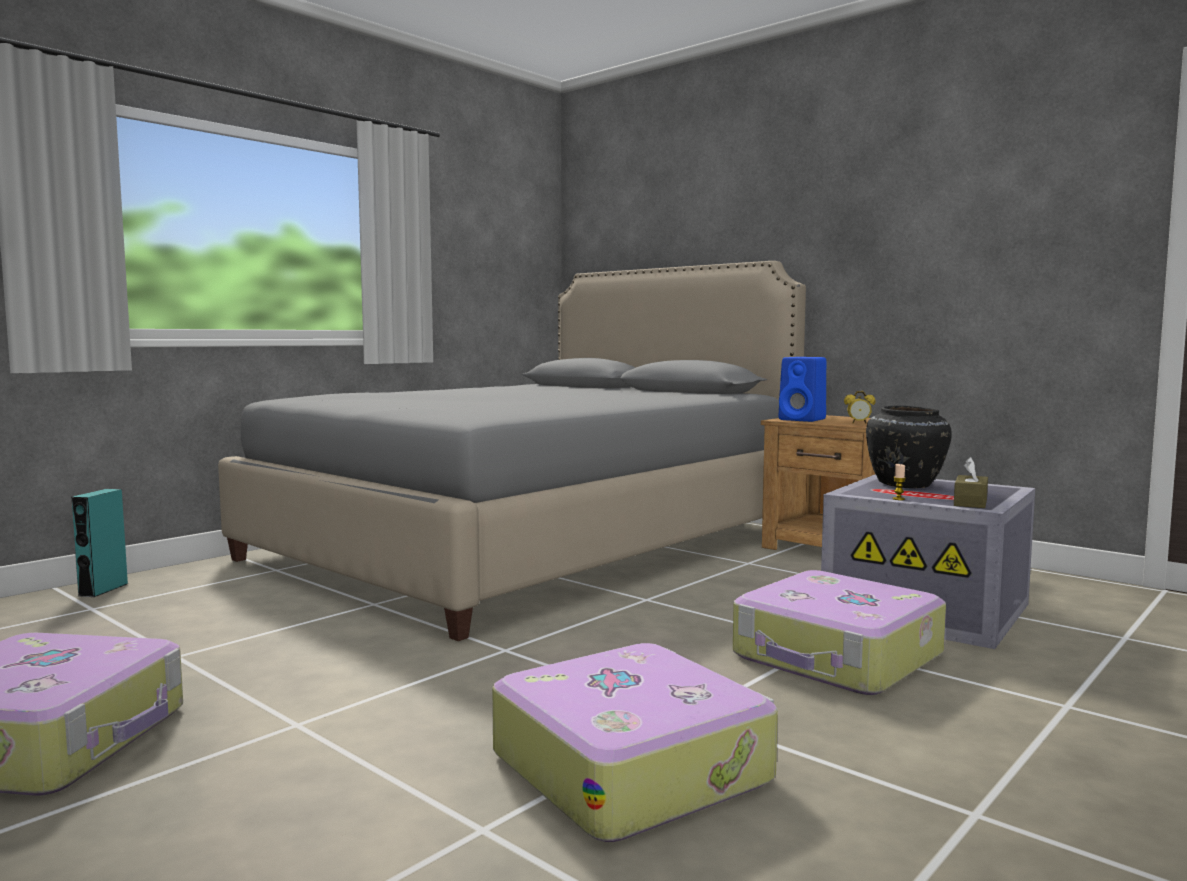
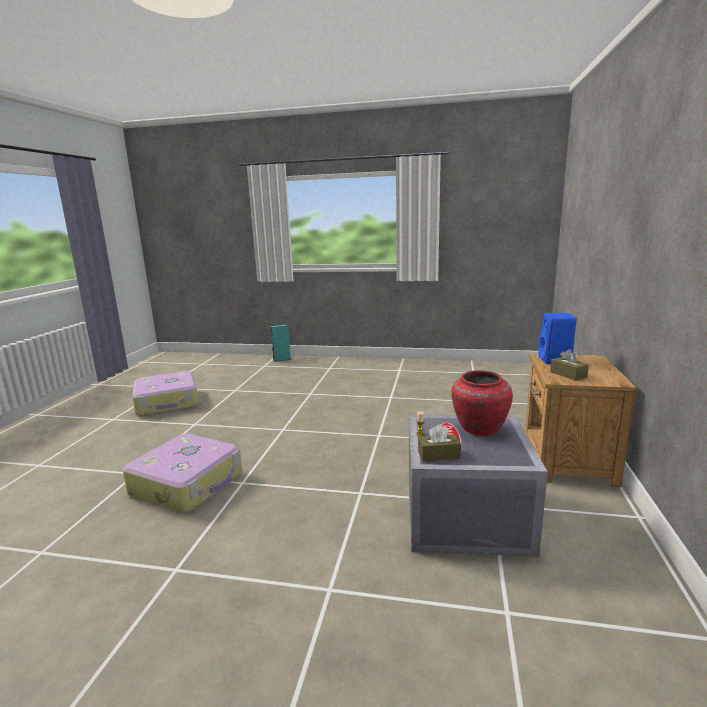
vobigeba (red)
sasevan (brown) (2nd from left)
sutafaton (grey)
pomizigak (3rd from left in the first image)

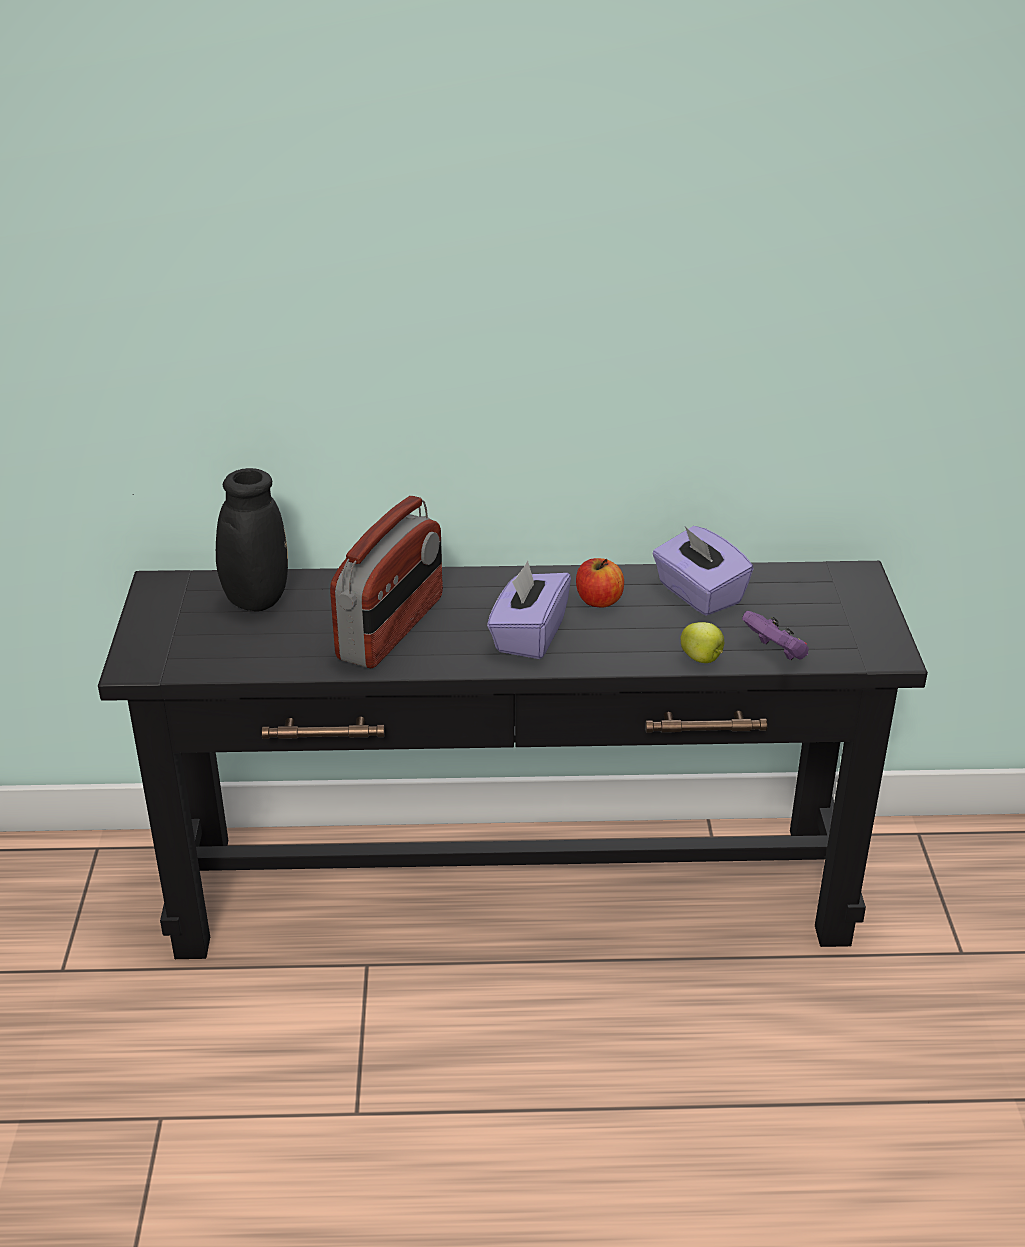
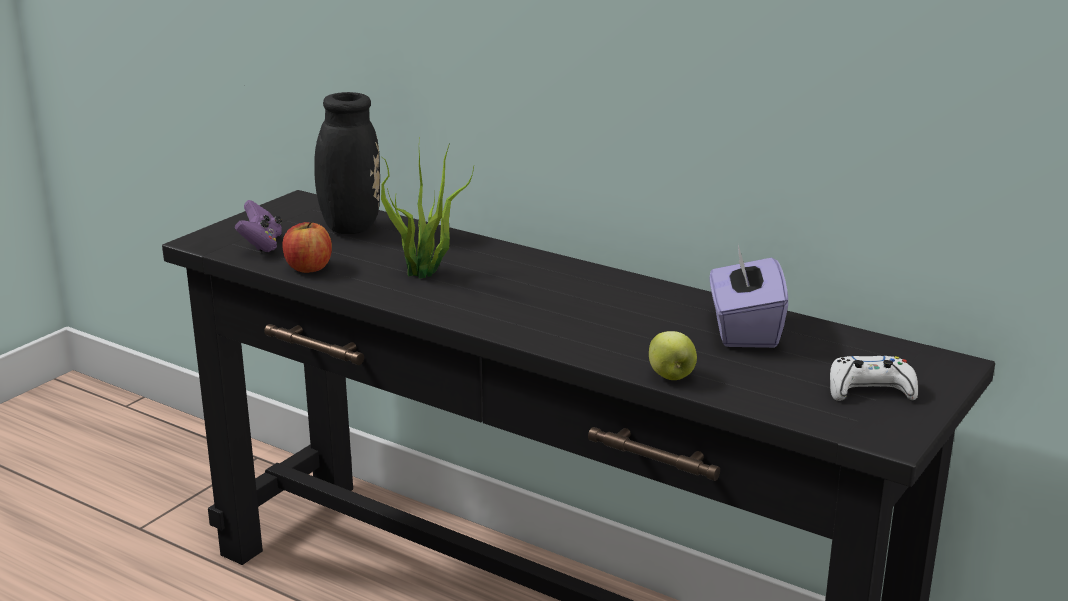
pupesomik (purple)
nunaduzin (1st from left)
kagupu
pupesomik (white)
sasevan (purple) (1st from left in the first image)

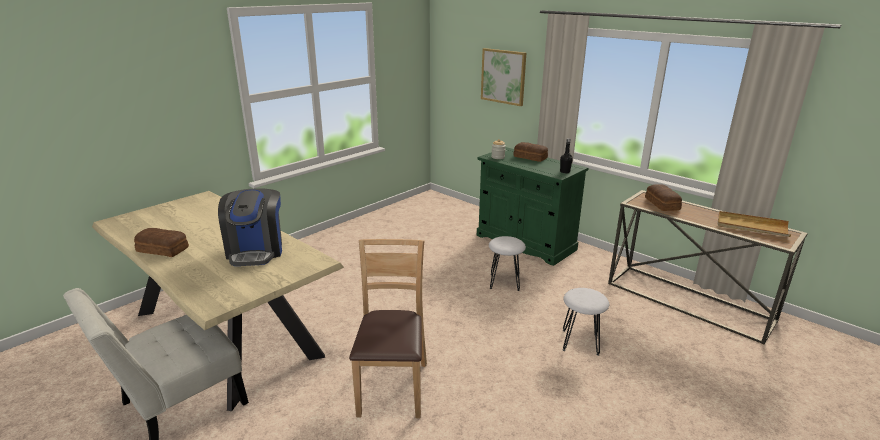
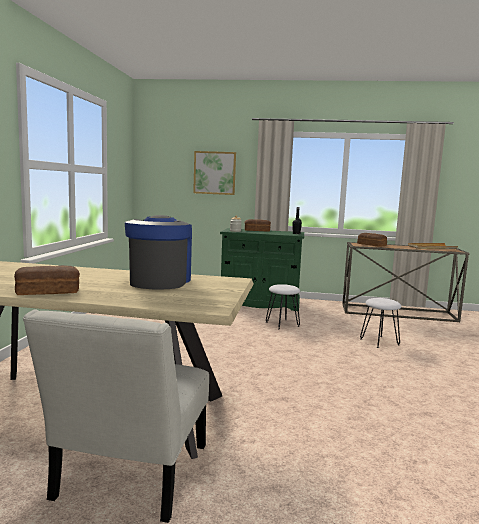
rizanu
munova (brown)

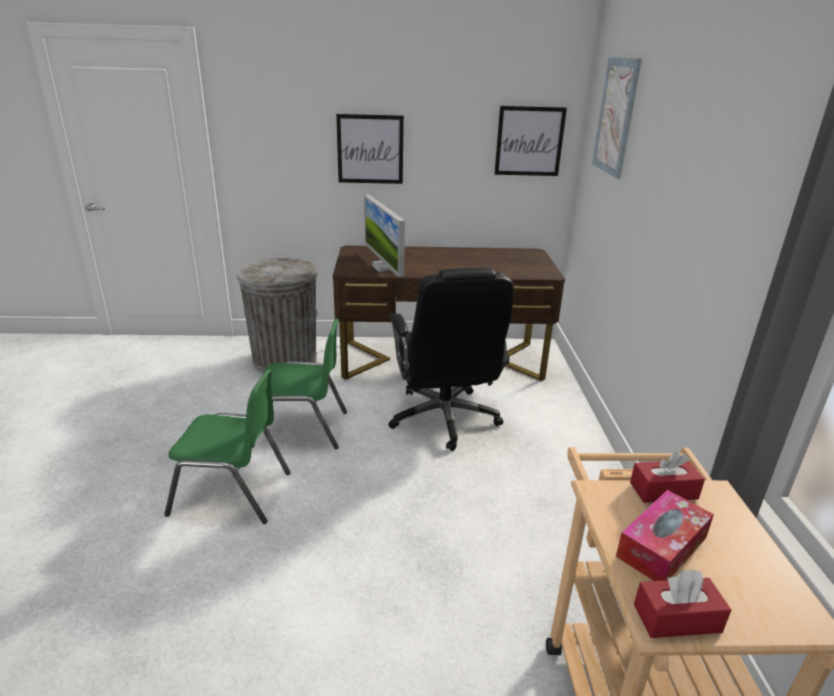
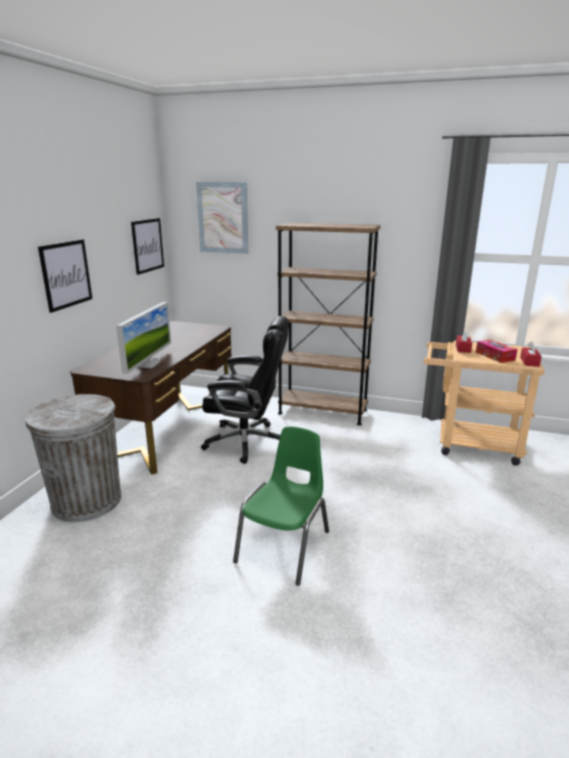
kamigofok
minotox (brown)
munova (green) (2nd from left in the first image)

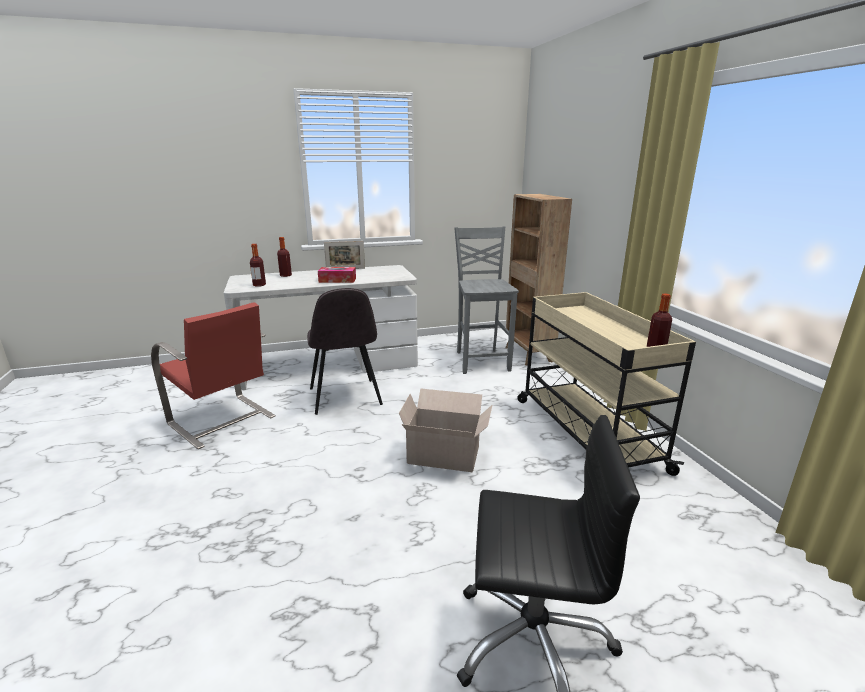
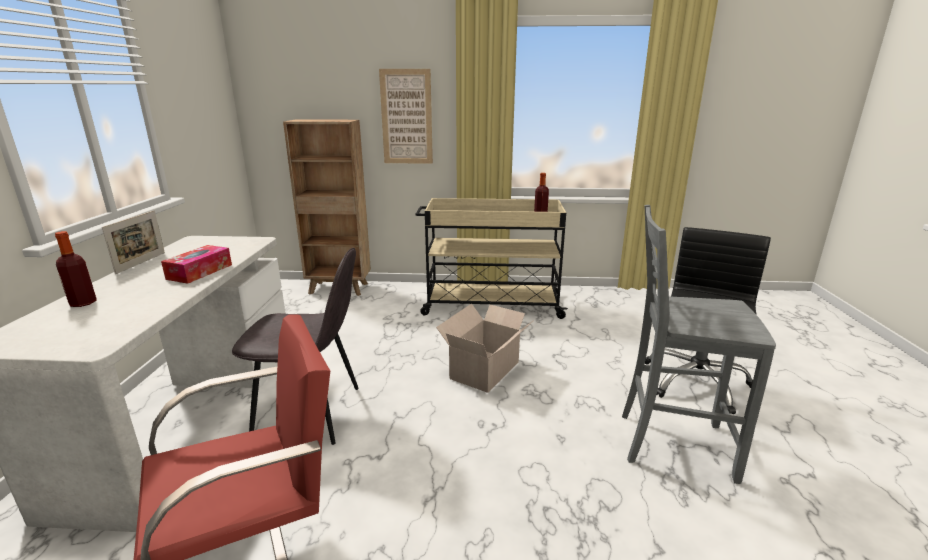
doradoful
munova (grey) (2nd from left)
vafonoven (1st from left in the first image)

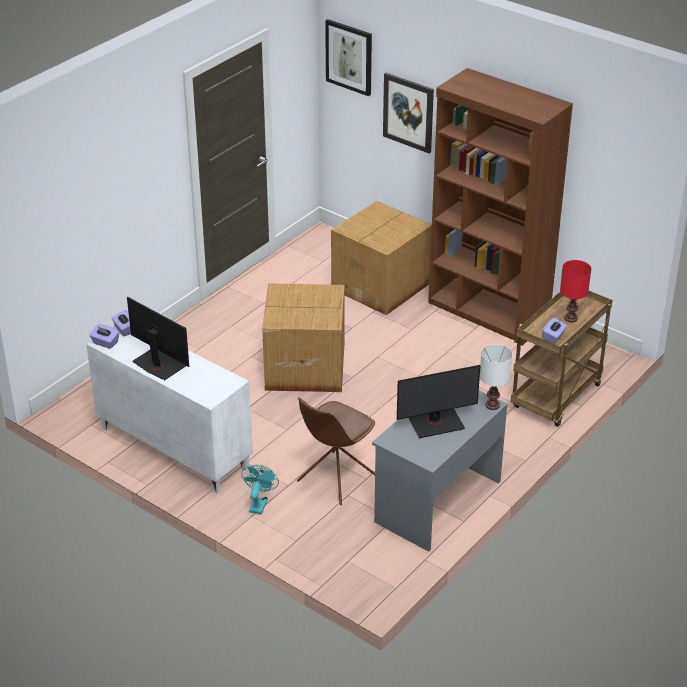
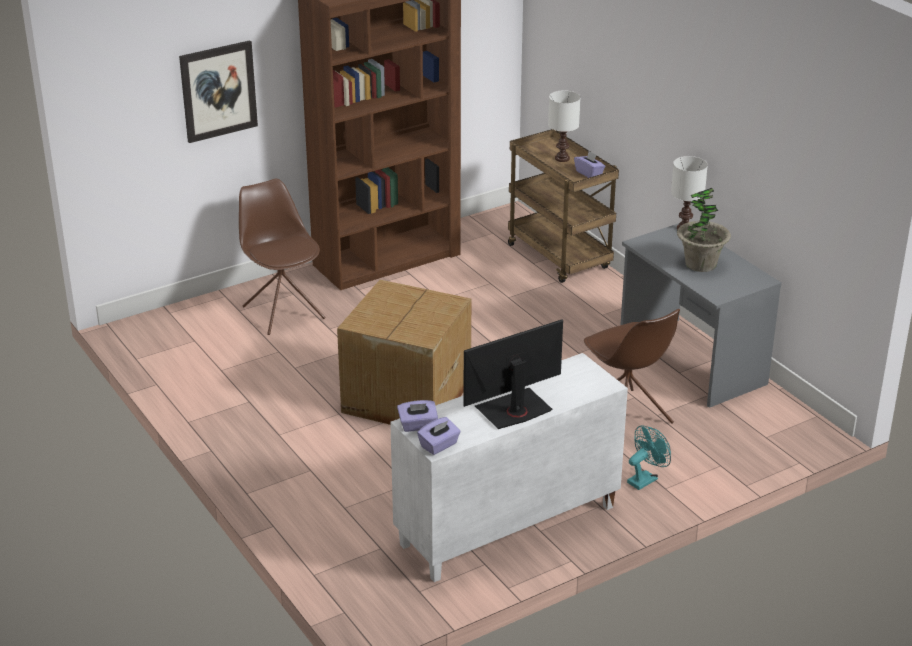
munova (brown) (1st from left)
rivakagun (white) (1st from left)
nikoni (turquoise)
kagupu
doradoful (1st from left in the first image)

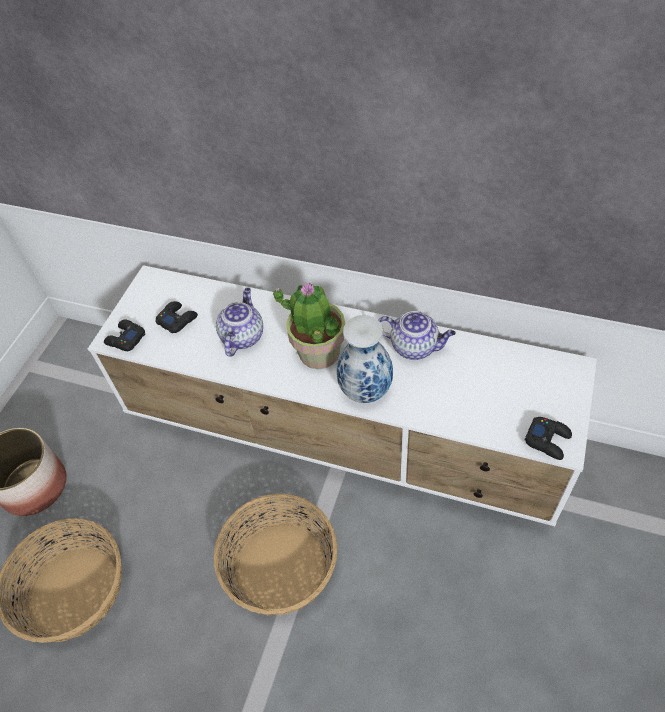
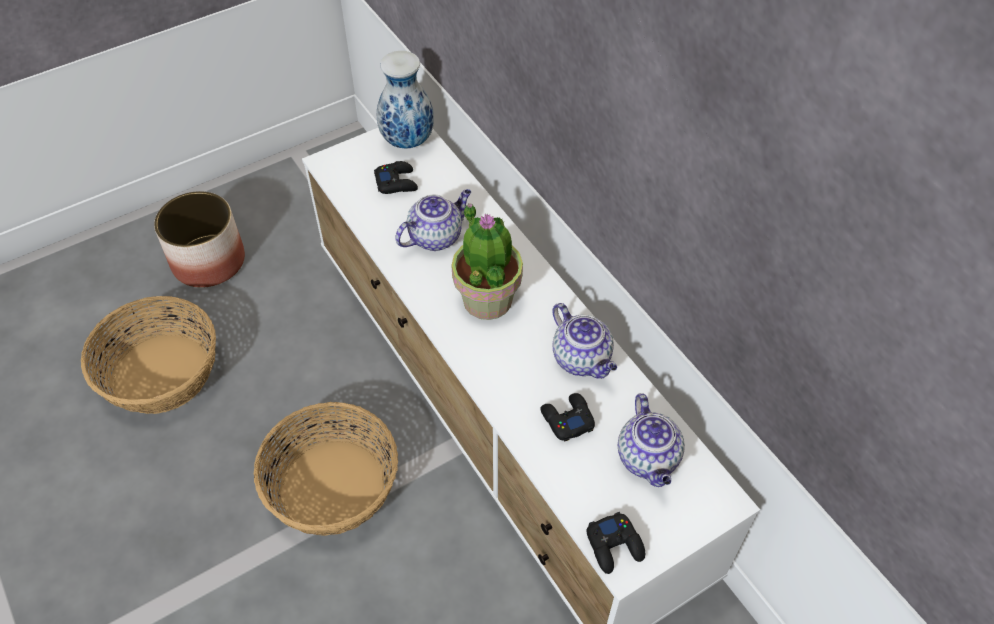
vobigeba
pupesomik (black) (2nd from left)
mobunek (3rd from left)

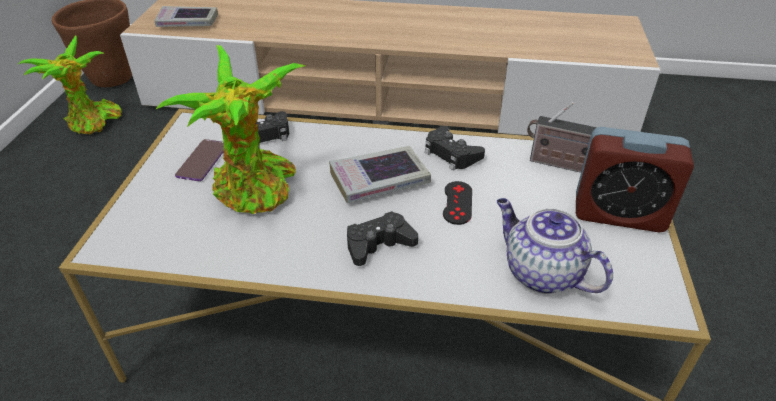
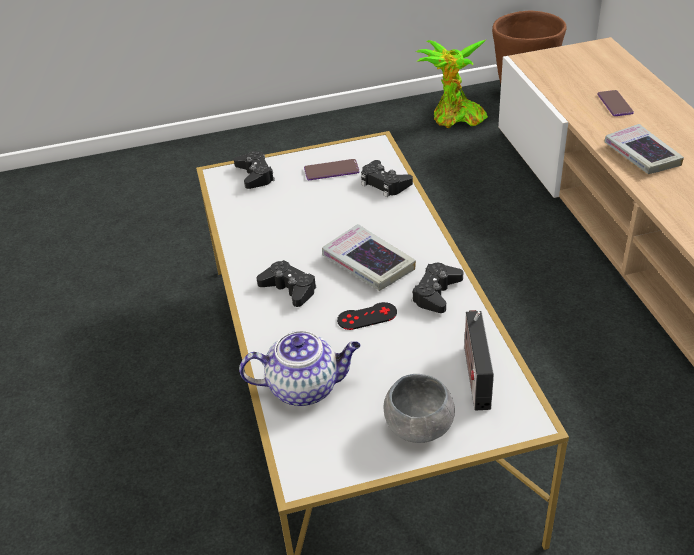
pupesomik (black) (1st from left)
mobunek
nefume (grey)
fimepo (2nd from left)
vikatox (2nd from left)
kagupu (2nd from left in the first image)

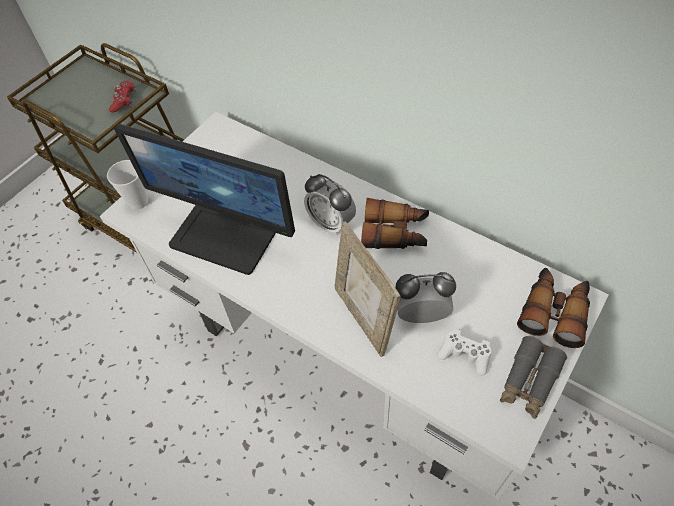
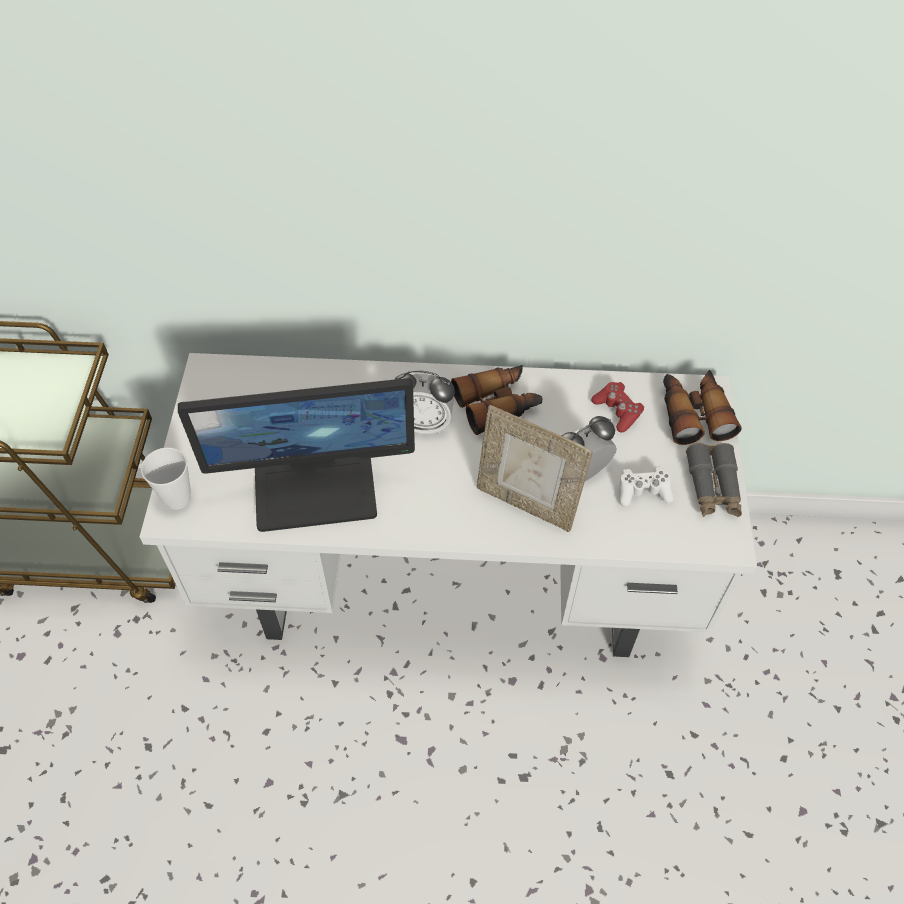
pupesomik (red)

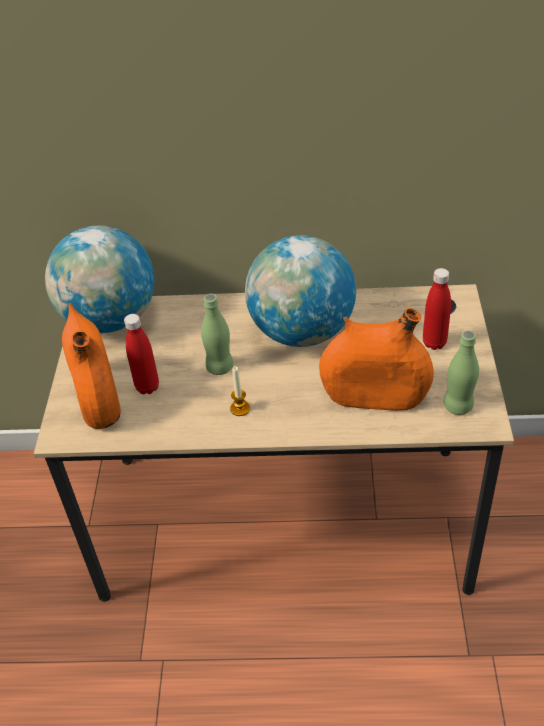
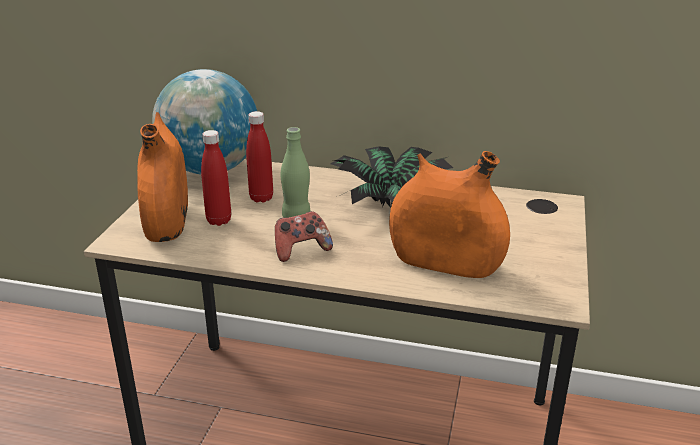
vafonoven (red) (2nd from left)
pupesomik
kagupu
vafonoven (green) (2nd from left in the first image)

